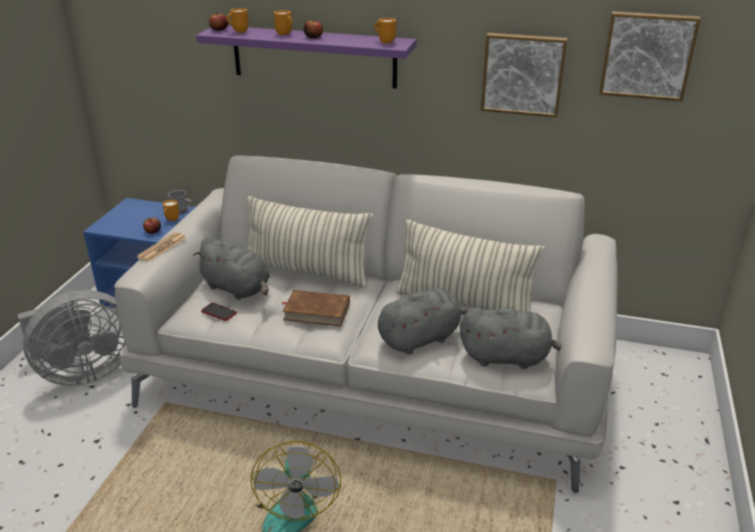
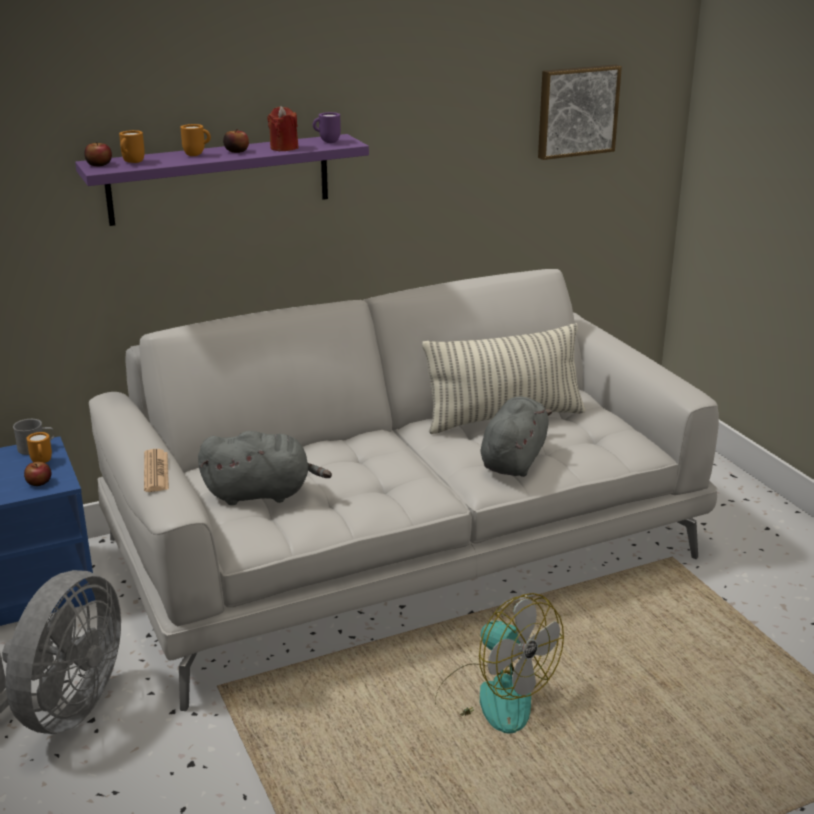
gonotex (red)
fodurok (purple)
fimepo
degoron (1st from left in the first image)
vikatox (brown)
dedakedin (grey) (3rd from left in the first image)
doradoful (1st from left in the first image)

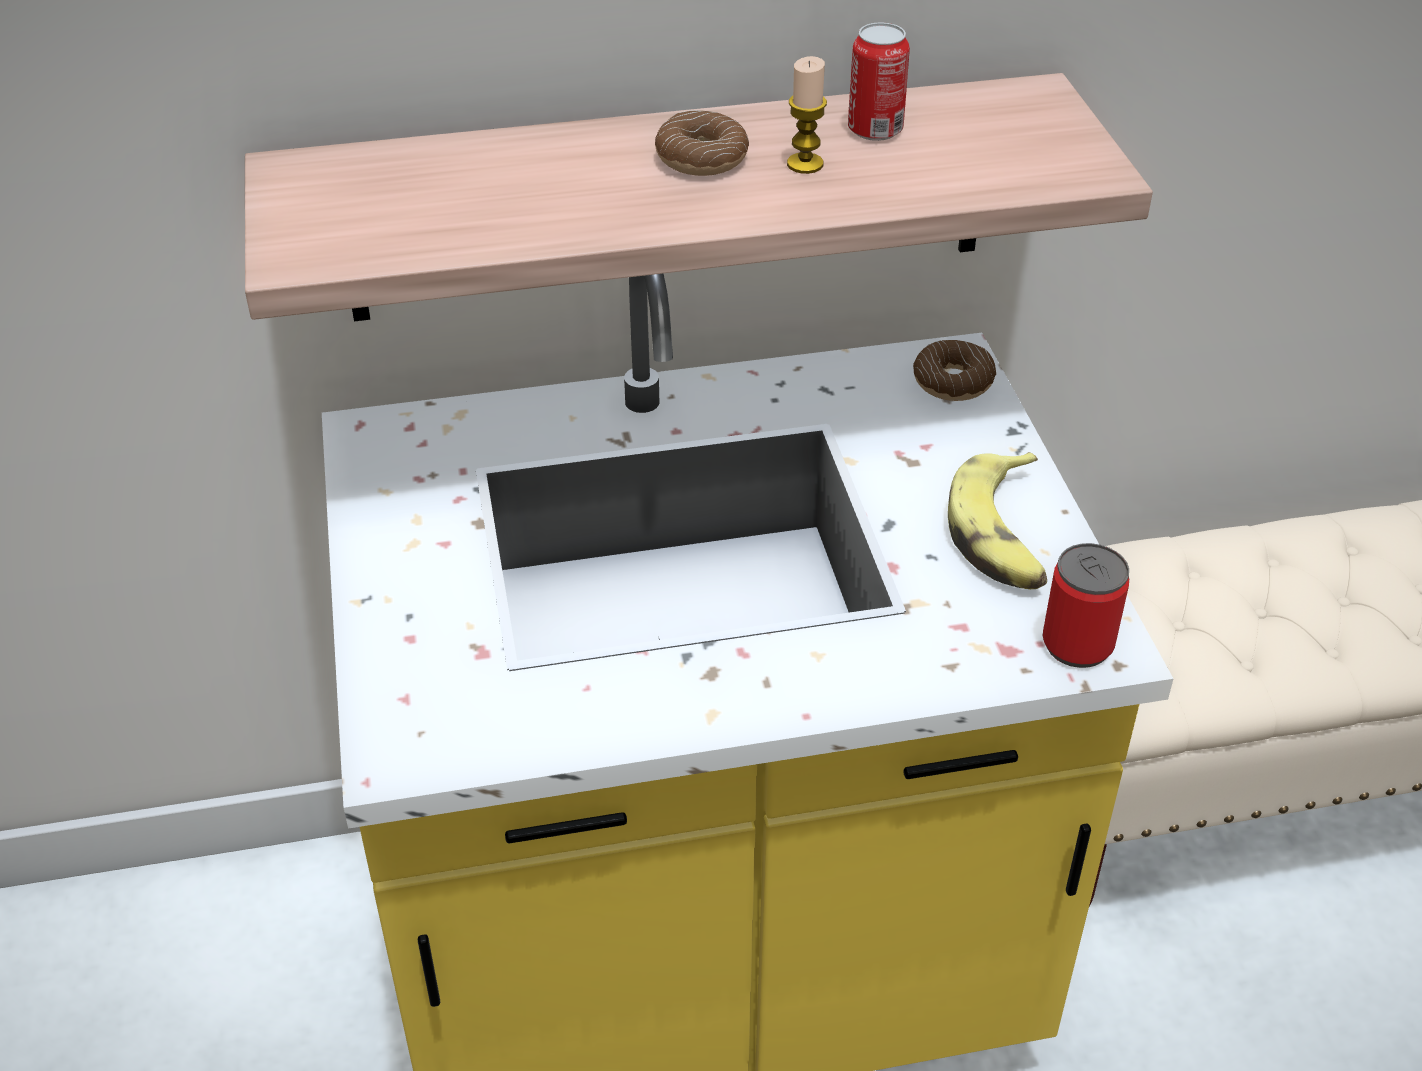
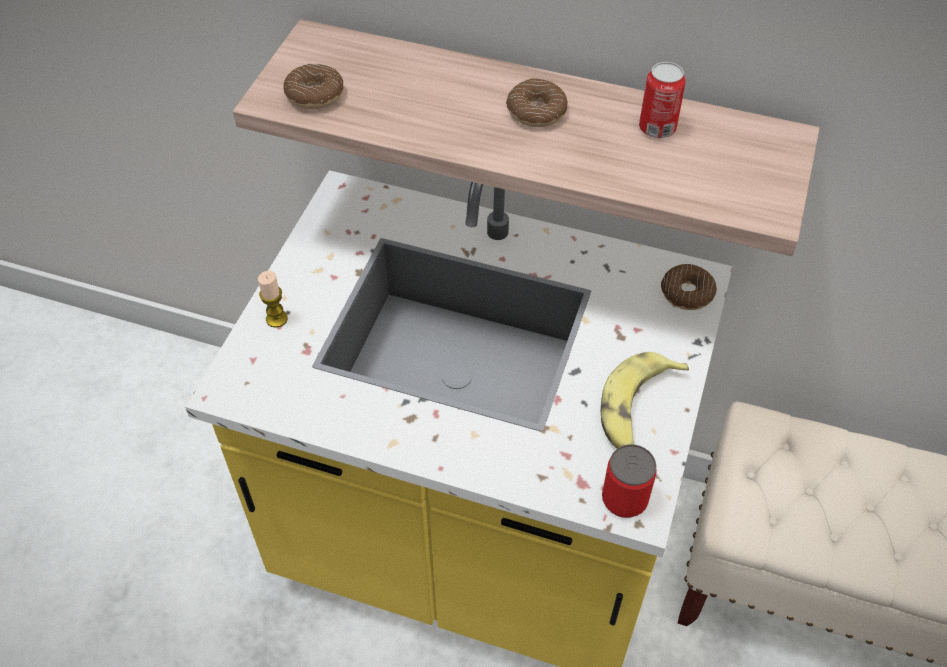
gonotex
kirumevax (1st from left)

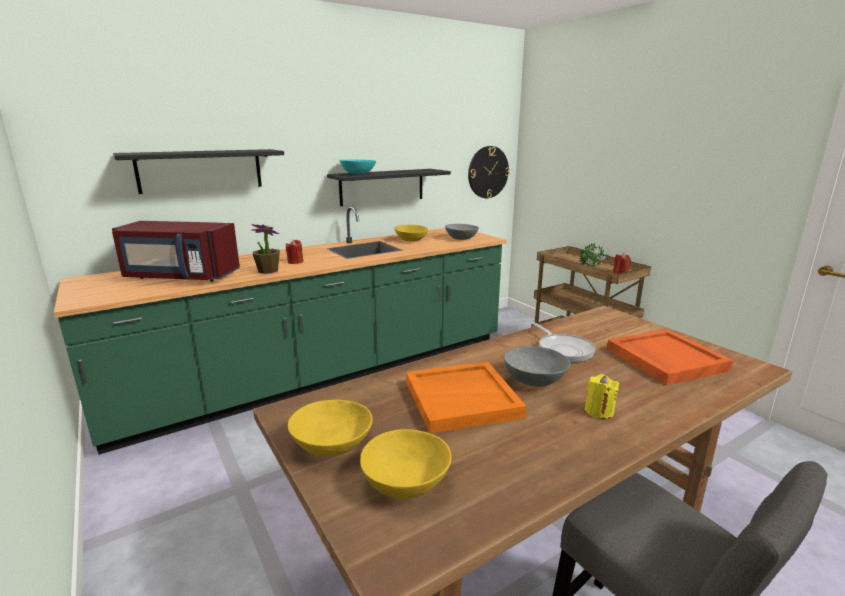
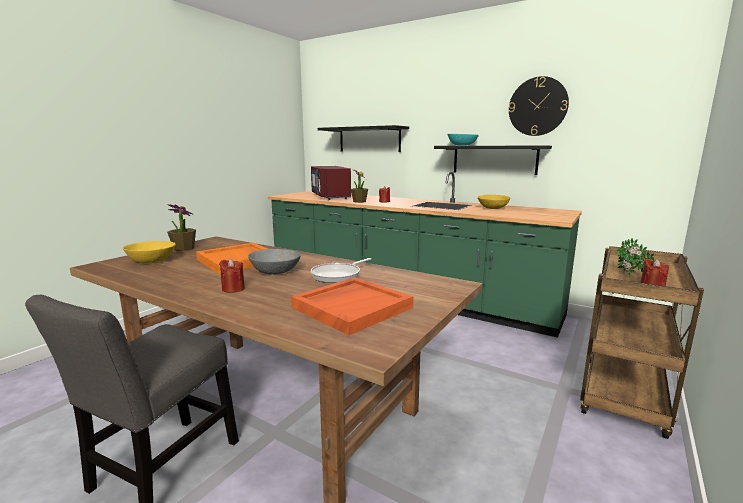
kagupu (1st from left)
gonotex (red) (1st from left)
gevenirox
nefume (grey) (1st from left in the first image)

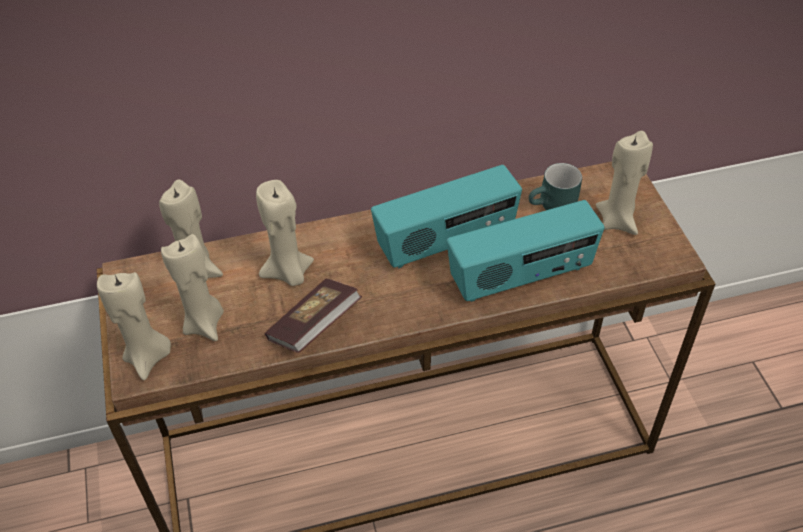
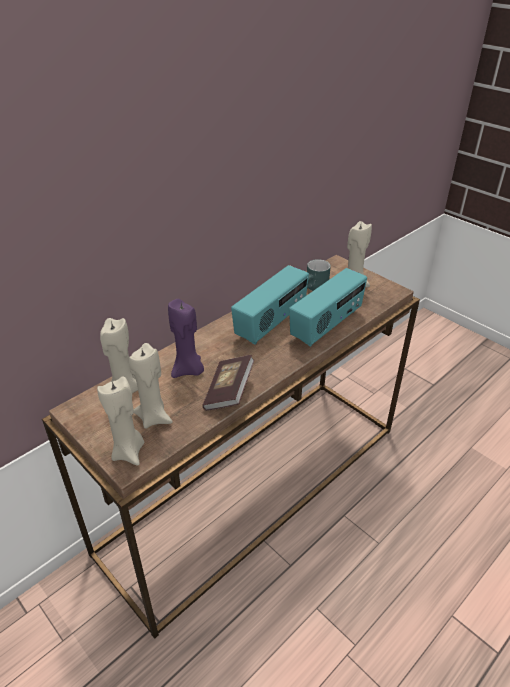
gonotex (purple)

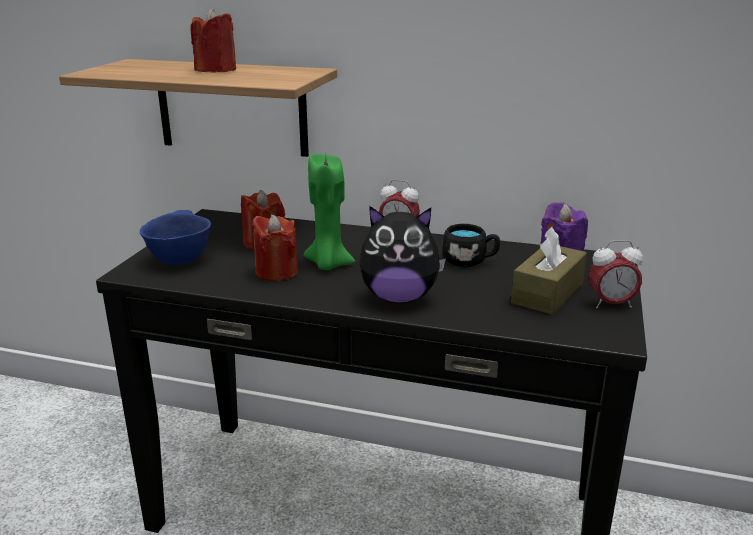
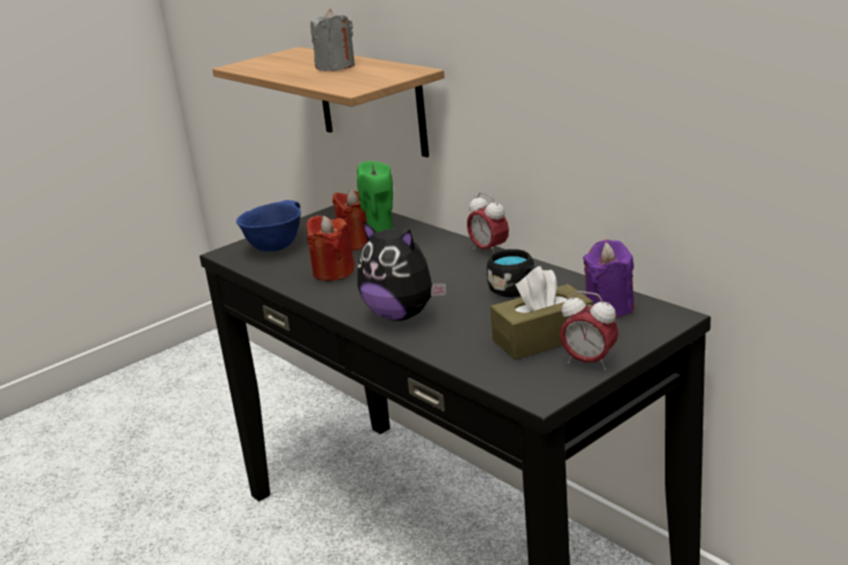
gonotex (grey)

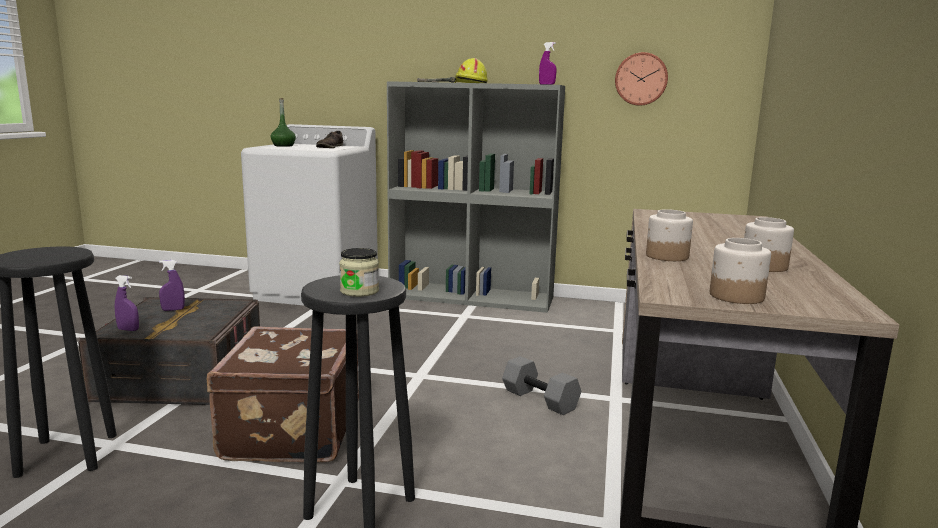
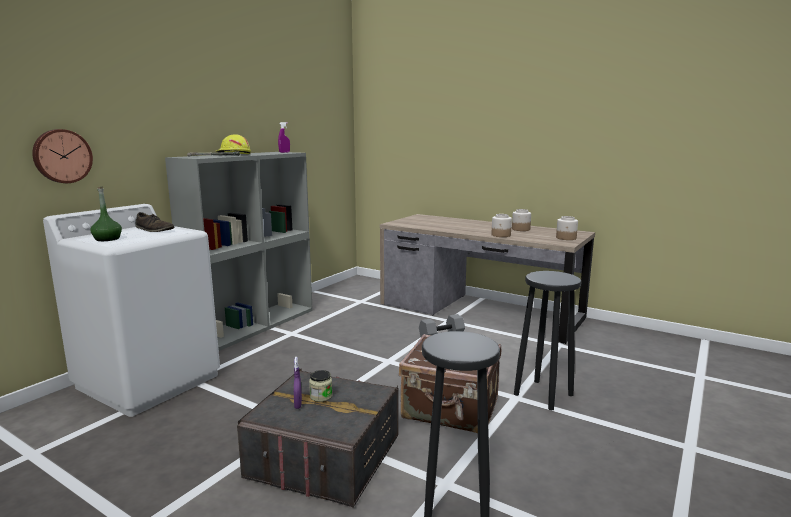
gevenirox
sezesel (1st from left)
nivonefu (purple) (1st from left in the first image)

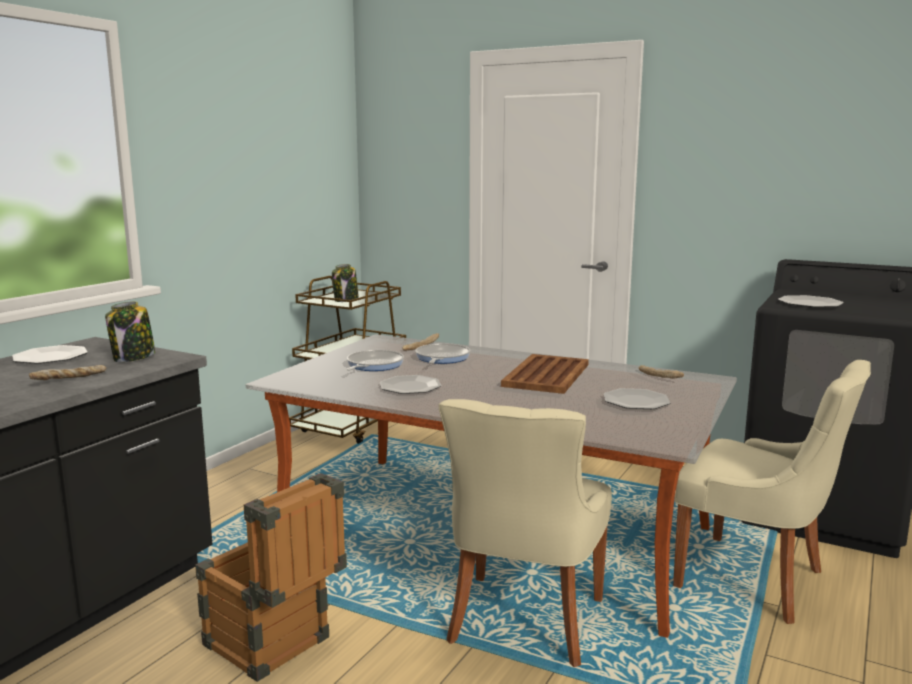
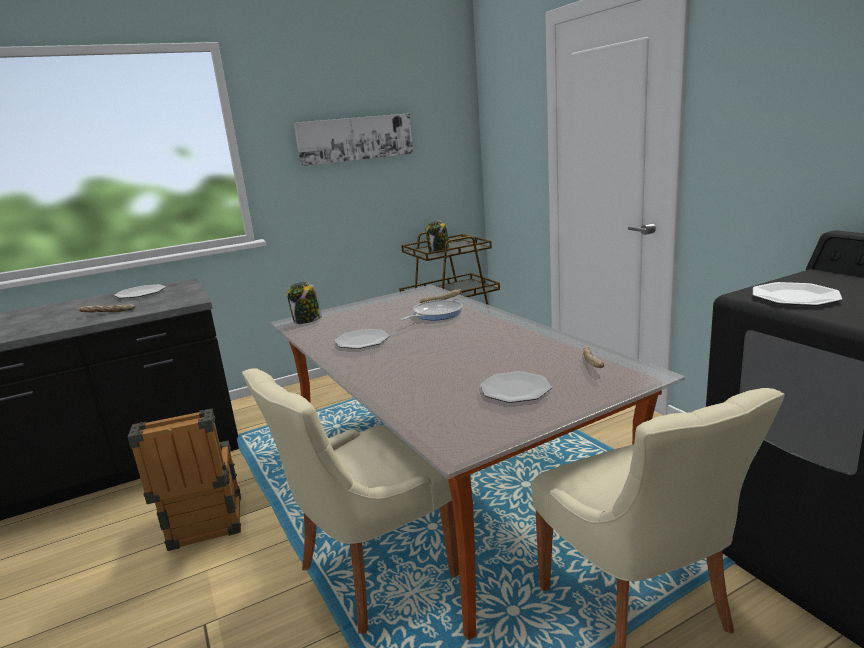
sezesel (1st from left)
doradoful
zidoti (1st from left in the first image)
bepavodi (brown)

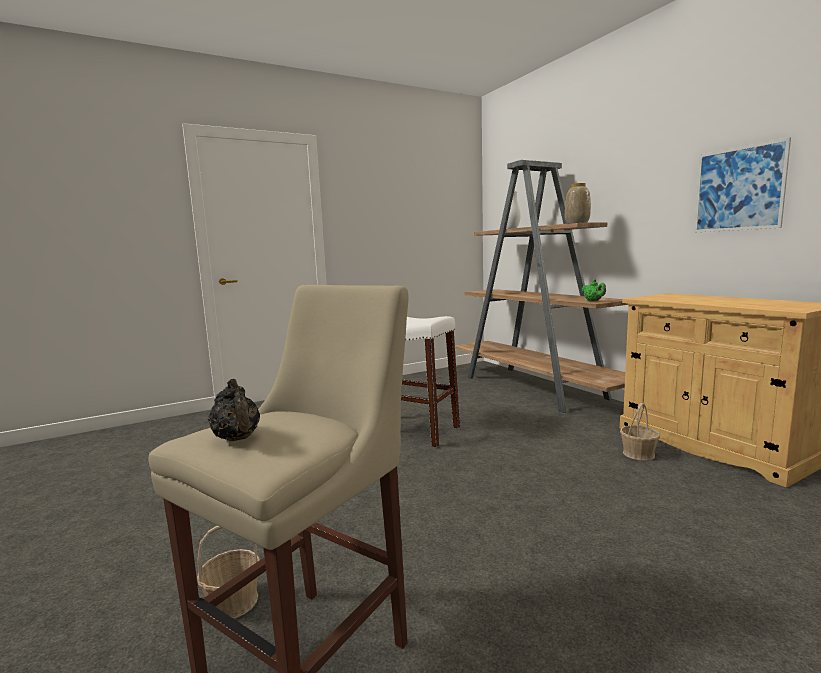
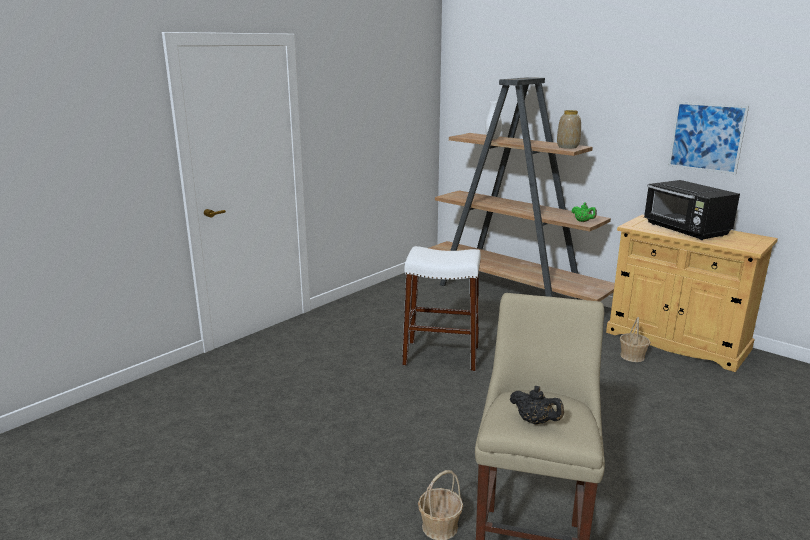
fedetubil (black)

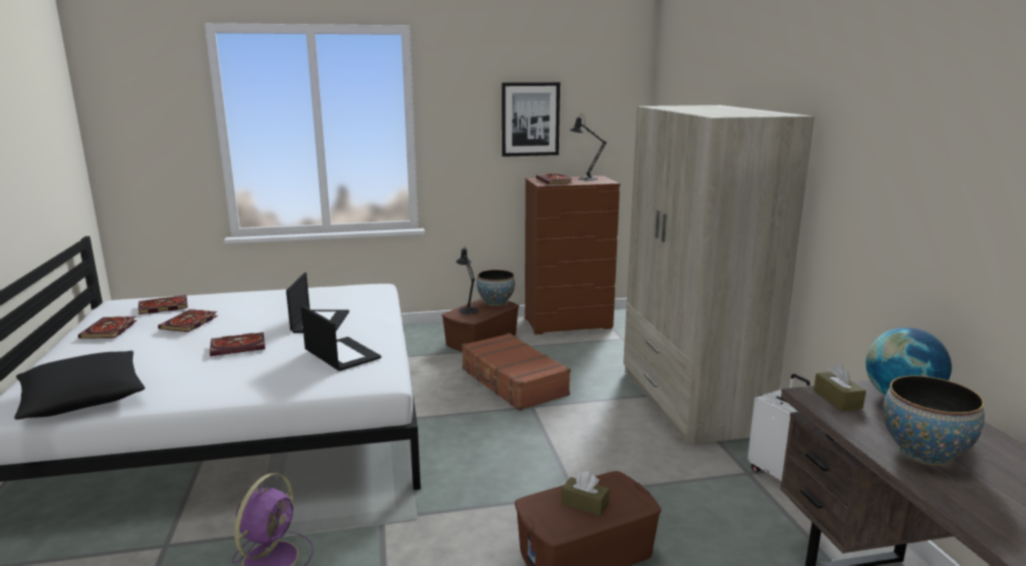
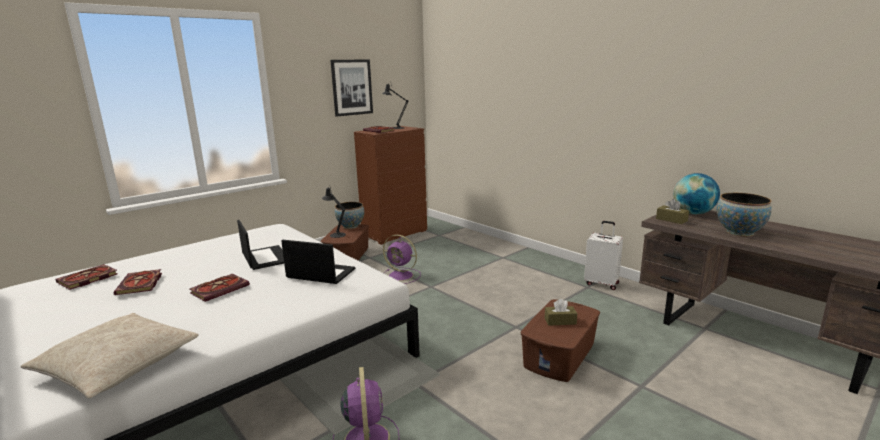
degoron (beige)
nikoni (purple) (2nd from left)
vikatox (1st from left in the first image)
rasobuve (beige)

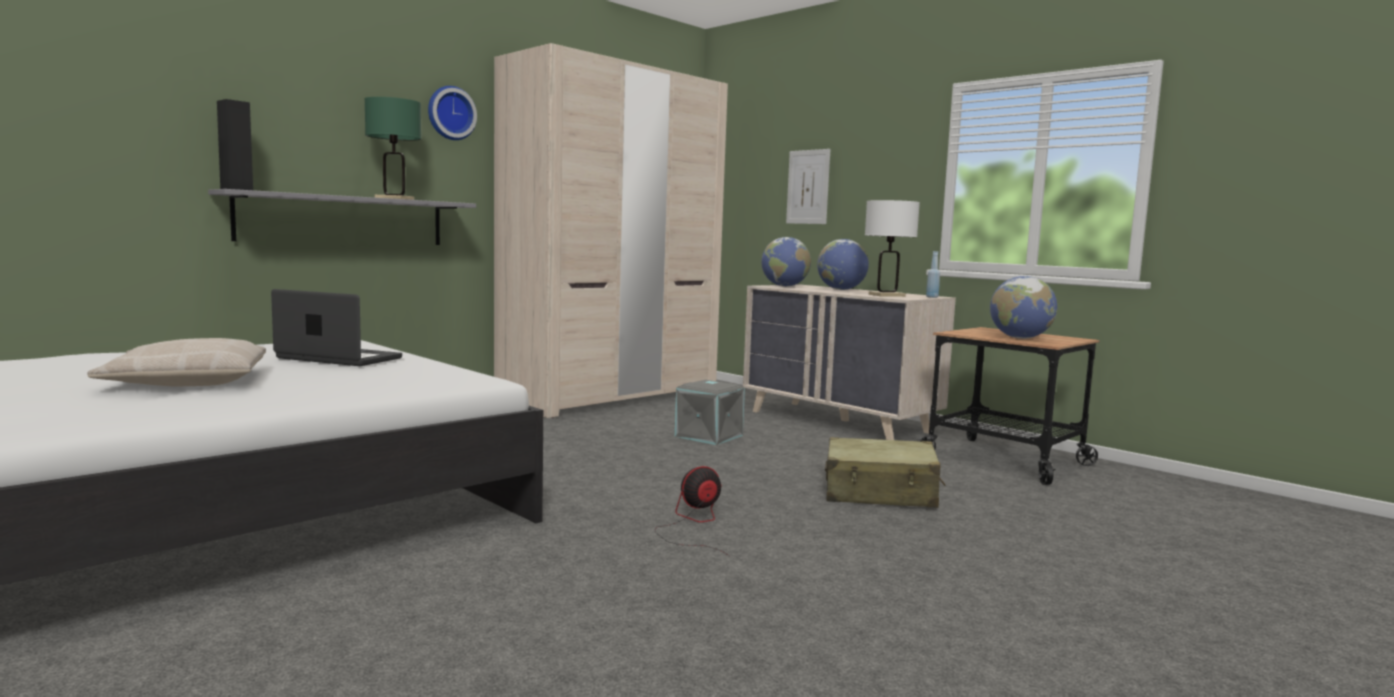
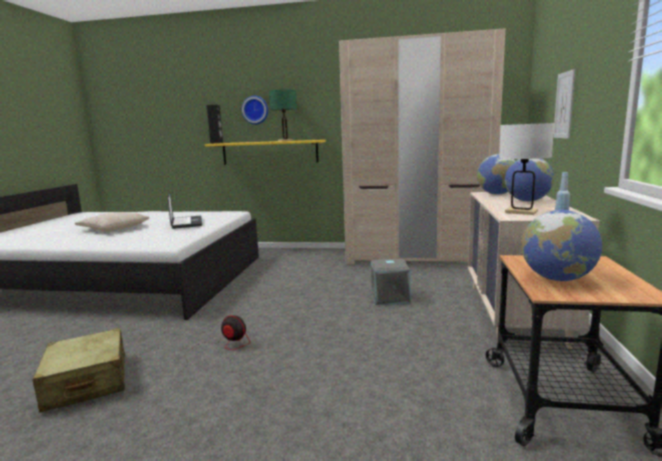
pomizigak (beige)
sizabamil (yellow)
gevenirox

